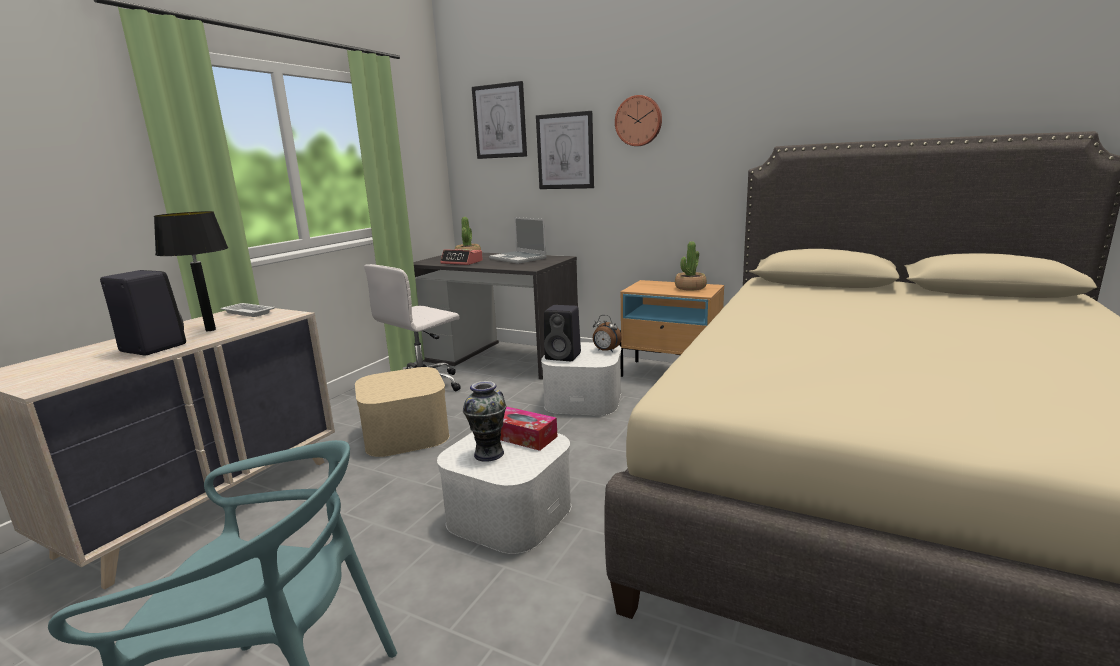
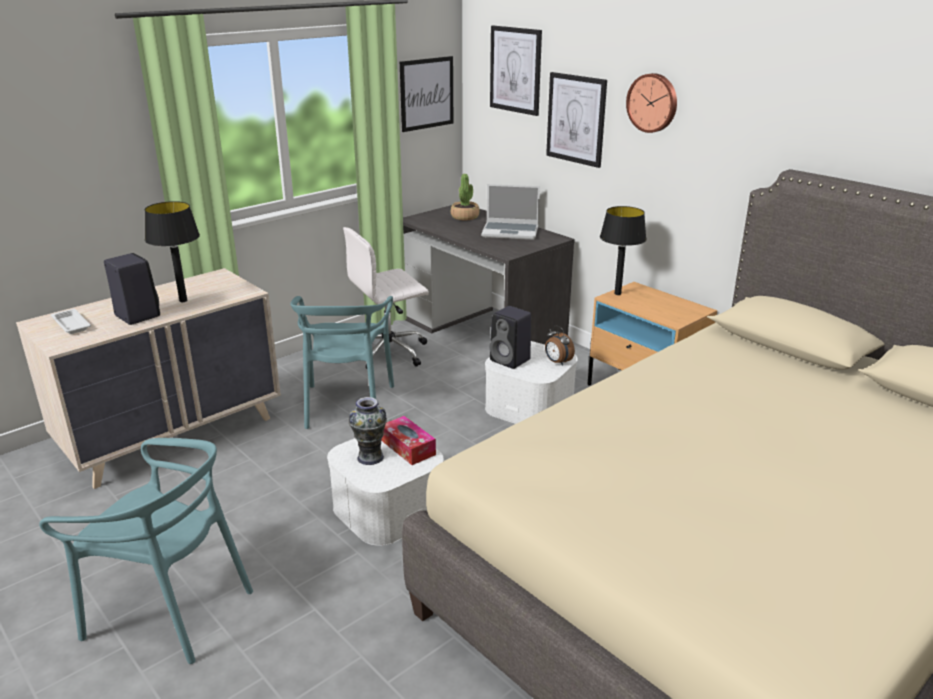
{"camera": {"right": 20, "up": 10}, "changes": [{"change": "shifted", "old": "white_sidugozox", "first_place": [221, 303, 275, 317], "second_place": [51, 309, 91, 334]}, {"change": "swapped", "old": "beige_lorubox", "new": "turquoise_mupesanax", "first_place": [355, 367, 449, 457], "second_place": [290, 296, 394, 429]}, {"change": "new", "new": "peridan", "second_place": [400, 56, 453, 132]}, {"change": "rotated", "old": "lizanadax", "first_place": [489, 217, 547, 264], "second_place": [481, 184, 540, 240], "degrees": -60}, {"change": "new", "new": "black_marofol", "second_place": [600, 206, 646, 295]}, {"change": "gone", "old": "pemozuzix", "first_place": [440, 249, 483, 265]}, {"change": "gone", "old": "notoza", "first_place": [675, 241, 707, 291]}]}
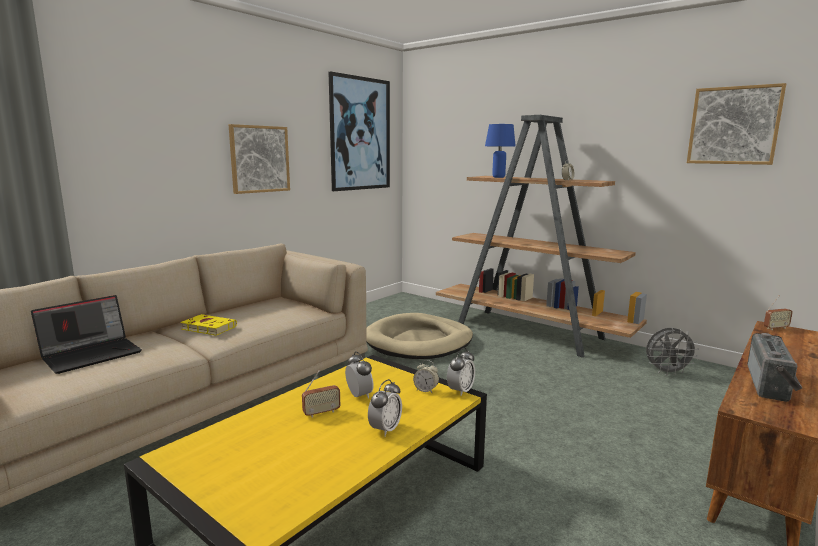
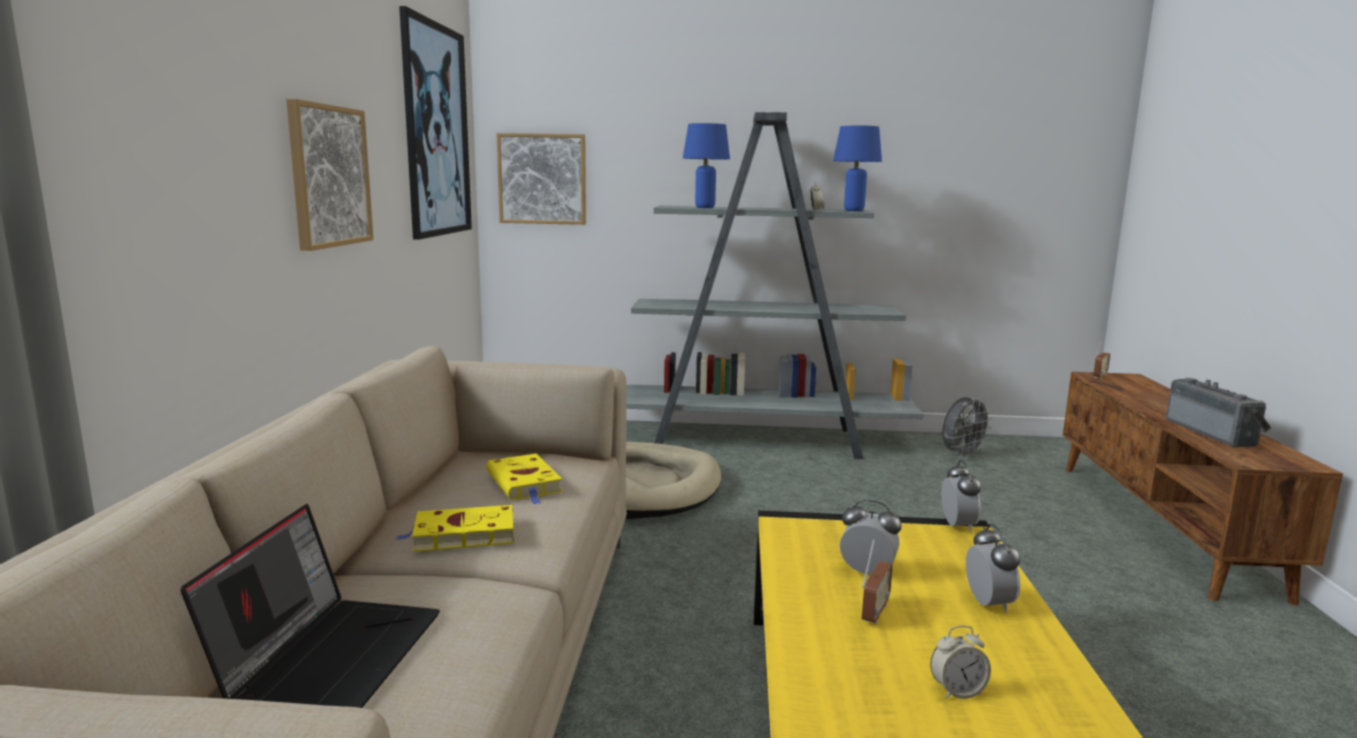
{"camera": {"right": -35, "up": 0}, "changes": [{"change": "new", "new": "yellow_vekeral", "second_place": [486, 454, 563, 504]}, {"change": "shifted", "old": "peridan", "first_place": [687, 83, 786, 165], "second_place": [496, 133, 586, 225]}, {"change": "repainted", "old": "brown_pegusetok", "new": "grey_pegusetok", "first_place": [436, 115, 647, 358], "second_place": [626, 112, 923, 459]}, {"change": "new", "new": "blue_marofol", "second_place": [833, 126, 882, 211]}, {"change": "shifted", "old": "pemozuzix", "first_place": [413, 360, 439, 393], "second_place": [930, 625, 991, 699]}]}
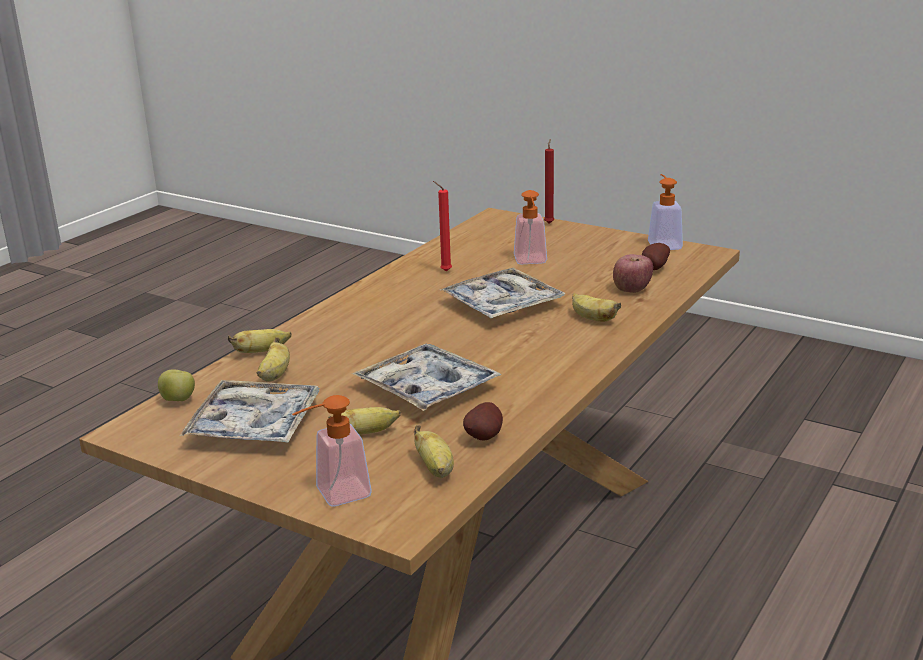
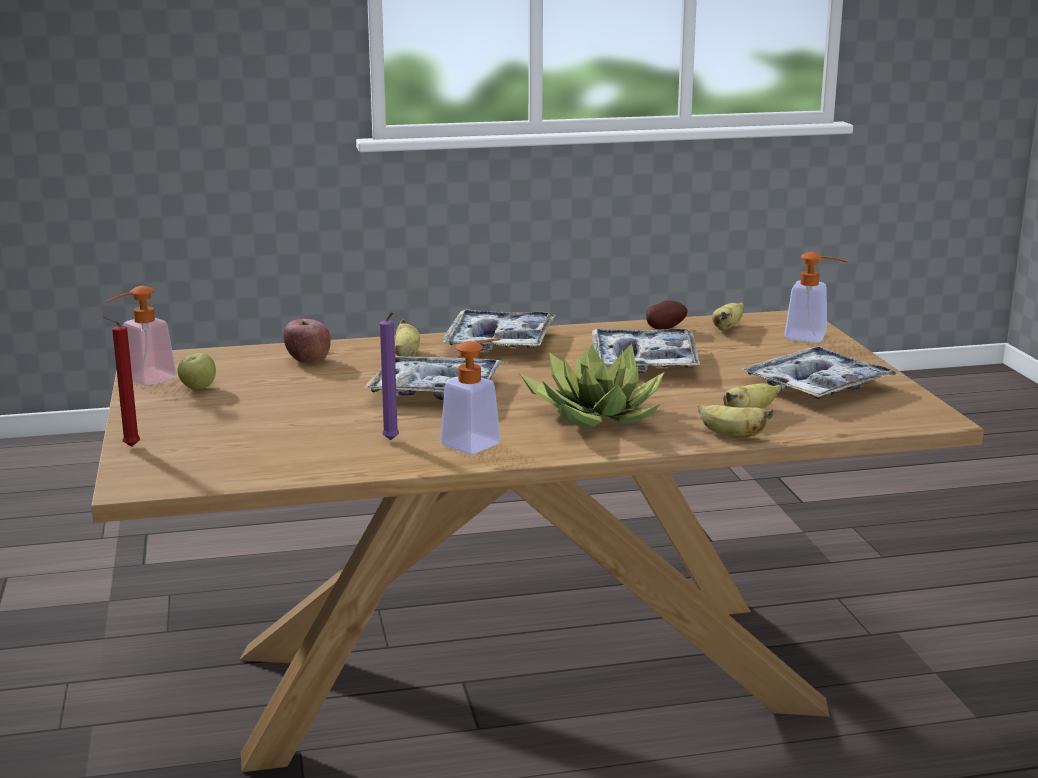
{"camera": {"right": -135, "up": -5}, "changes": [{"change": "shifted", "old": "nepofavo", "first_place": [158, 369, 195, 401], "second_place": [177, 353, 216, 390]}, {"change": "repainted", "old": "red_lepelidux", "new": "purple_lepelidux", "first_place": [433, 181, 452, 271], "second_place": [380, 312, 399, 440]}, {"change": "shifted", "old": "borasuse", "first_place": [514, 190, 547, 264], "second_place": [440, 338, 501, 454]}, {"change": "new", "new": "sidugozox", "second_place": [441, 310, 556, 351]}, {"change": "new", "new": "notoza", "second_place": [519, 343, 664, 427]}, {"change": "gone", "old": "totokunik", "first_place": [328, 407, 401, 435]}, {"change": "gone", "old": "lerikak", "first_place": [642, 243, 670, 270]}]}
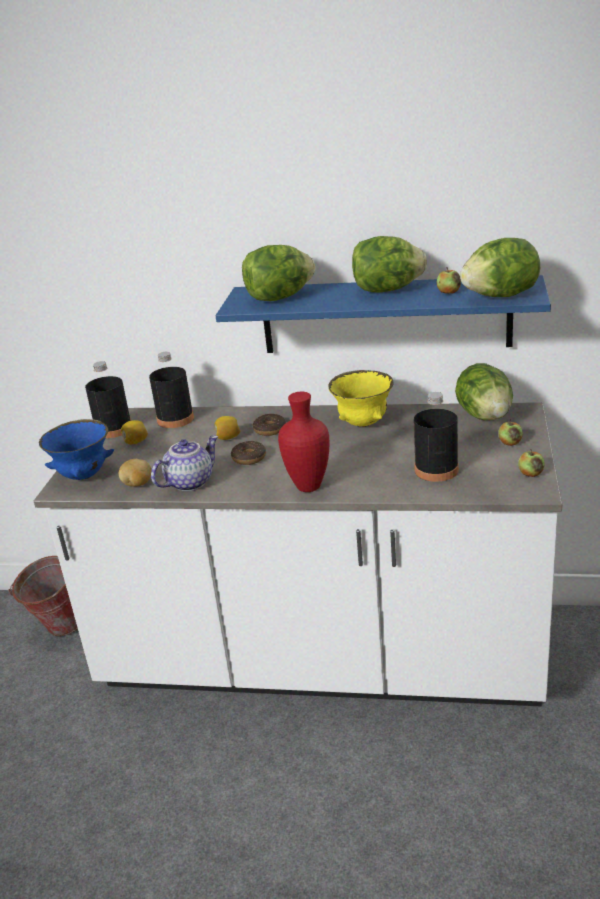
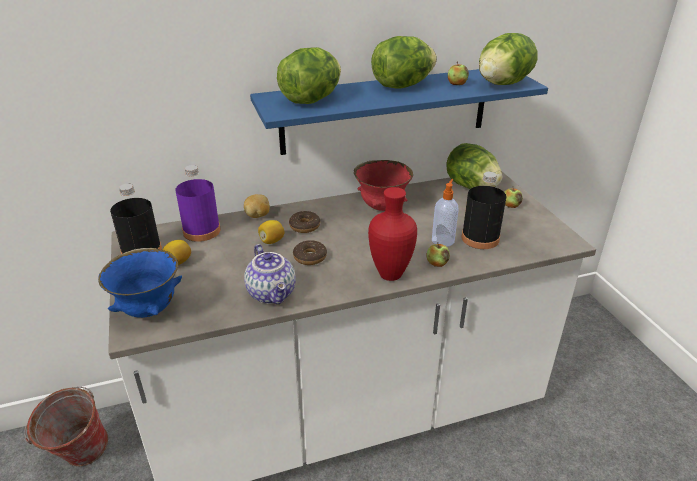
{"camera": {"right": -30, "up": 5}, "changes": [{"change": "repainted", "old": "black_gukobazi", "new": "purple_gukobazi", "first_place": [149, 352, 194, 428], "second_place": [175, 165, 220, 242]}, {"change": "shifted", "old": "lerikak", "first_place": [119, 459, 151, 487], "second_place": [244, 194, 270, 218]}, {"change": "rotated", "old": "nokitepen", "first_place": [151, 436, 218, 491], "second_place": [244, 244, 296, 304], "degrees": 135}, {"change": "repainted", "old": "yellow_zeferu", "new": "red_zeferu", "first_place": [328, 370, 393, 427], "second_place": [354, 160, 413, 211]}, {"change": "shifted", "old": "nepofavo", "first_place": [518, 449, 545, 477], "second_place": [426, 242, 450, 267]}, {"change": "new", "new": "borasuse", "second_place": [432, 179, 459, 247]}]}
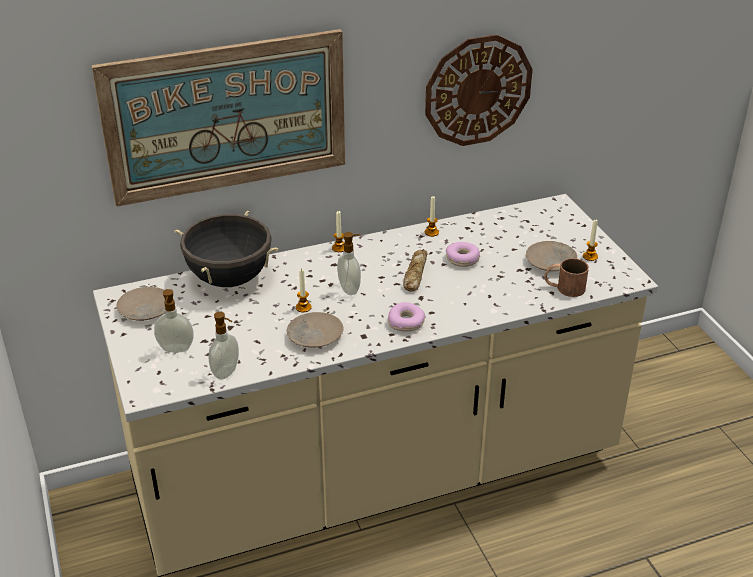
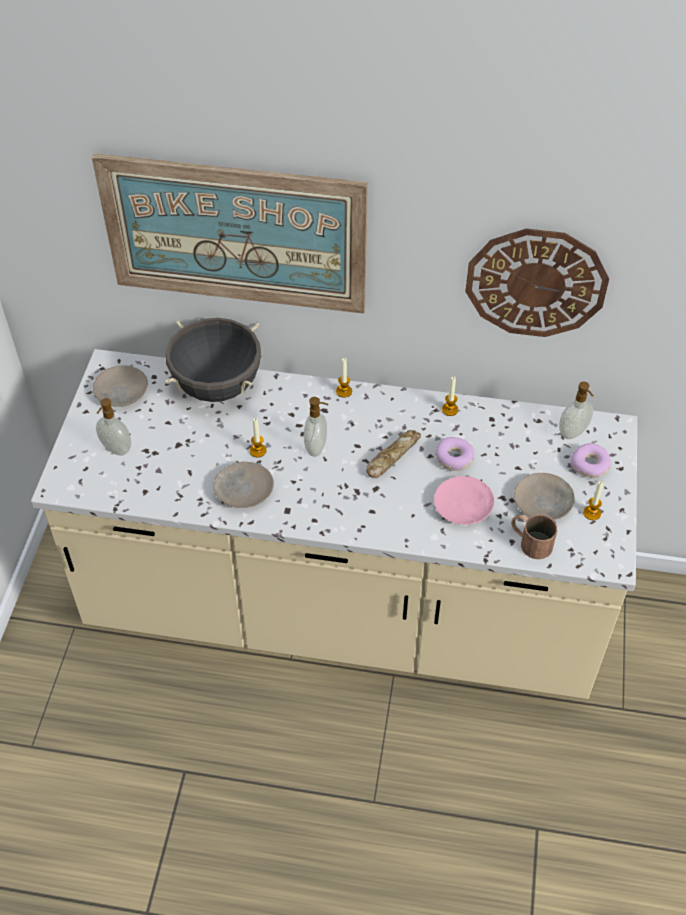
{"camera": {"right": 30, "up": 15}, "changes": [{"change": "new", "new": "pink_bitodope", "second_place": [434, 476, 494, 525]}, {"change": "shifted", "old": "borasuse", "first_place": [208, 312, 239, 379], "second_place": [559, 382, 593, 439]}, {"change": "shifted", "old": "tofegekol", "first_place": [388, 302, 425, 331], "second_place": [571, 443, 611, 478]}]}
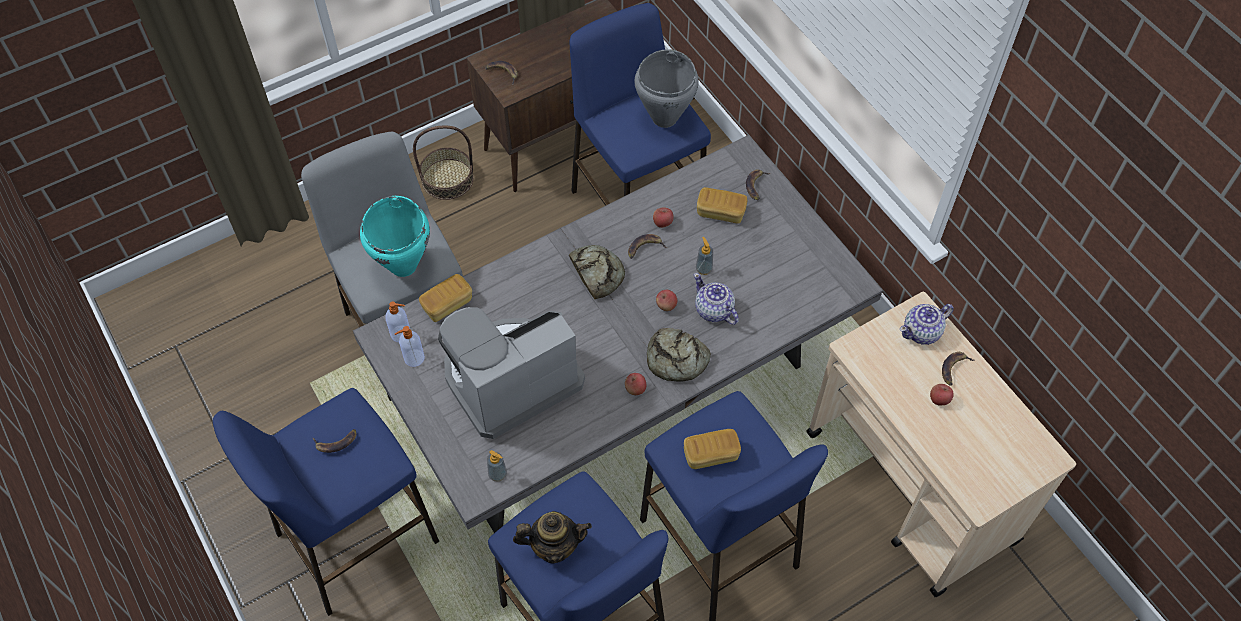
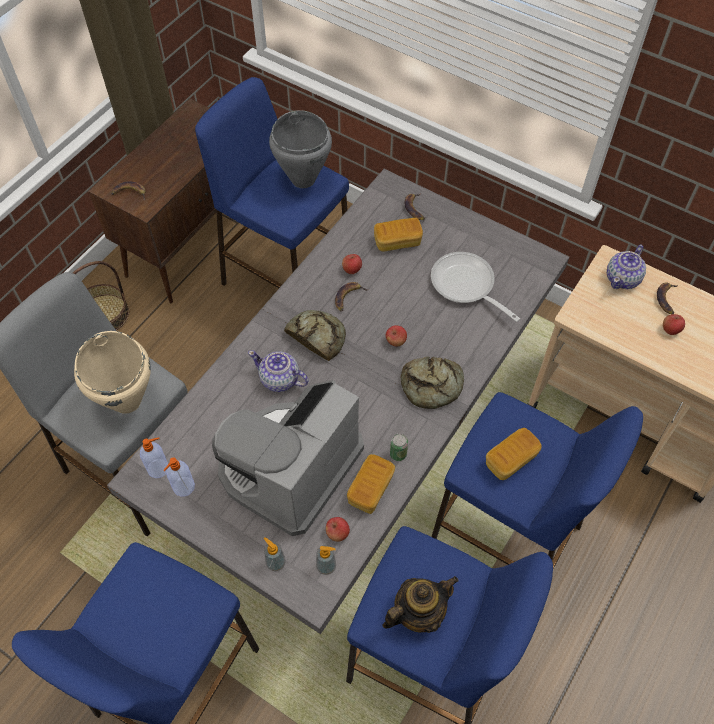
{"camera": {"right": -25, "up": 0}, "changes": [{"change": "repainted", "old": "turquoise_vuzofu", "new": "beige_vuzofu", "first_place": [360, 196, 430, 277], "second_place": [74, 331, 151, 414]}, {"change": "shifted", "old": "nokitepen", "first_place": [694, 273, 739, 325], "second_place": [248, 350, 309, 392]}, {"change": "shifted", "old": "borasuse", "first_place": [696, 237, 713, 275], "second_place": [264, 537, 286, 571]}, {"change": "shifted", "old": "nepofavo", "first_place": [625, 373, 647, 395], "second_place": [326, 517, 350, 542]}, {"change": "shifted", "old": "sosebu", "first_place": [419, 274, 472, 322], "second_place": [347, 454, 395, 514]}, {"change": "new", "new": "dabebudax", "second_place": [390, 434, 408, 461]}, {"change": "new", "new": "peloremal", "second_place": [431, 252, 520, 322]}, {"change": "gone", "old": "totokunik", "first_place": [313, 429, 357, 453]}]}
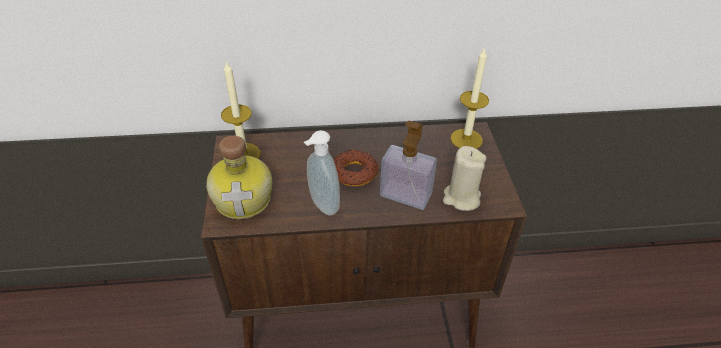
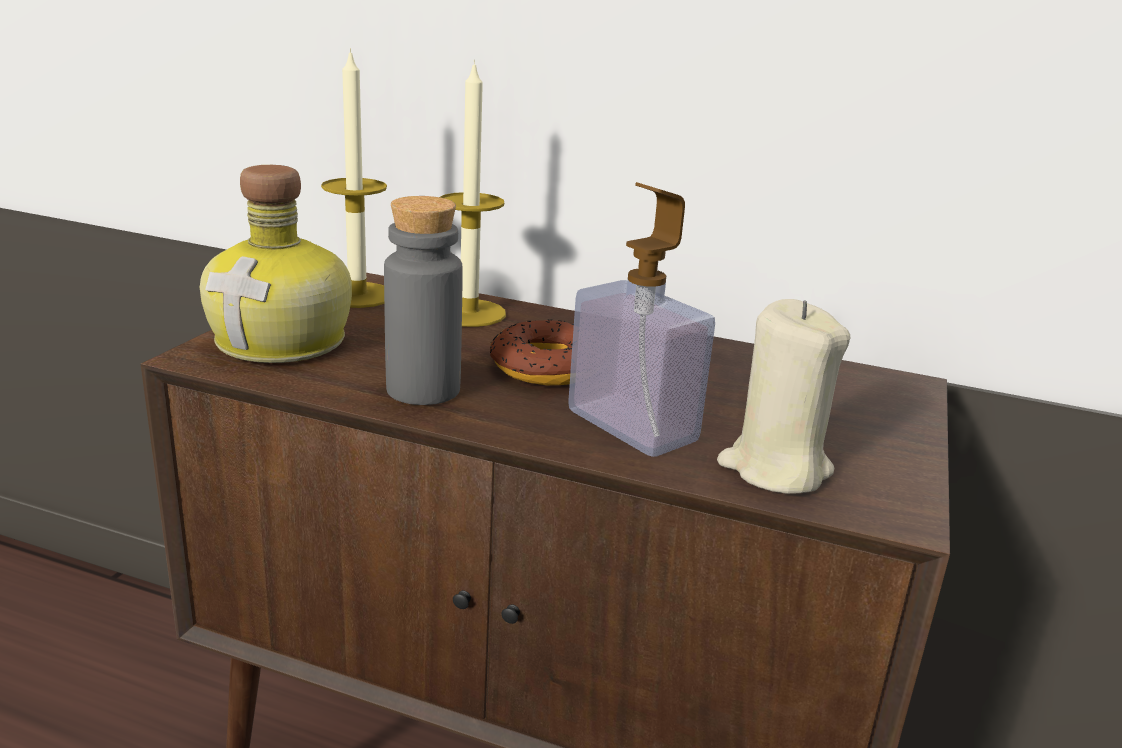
{"camera": {"right": 25, "up": -20}, "changes": [{"change": "swapped", "old": "borasuse", "new": "grey_gukobazi", "first_place": [304, 130, 340, 216], "second_place": [384, 196, 463, 405]}, {"change": "shifted", "old": "lepelidux", "first_place": [450, 47, 489, 149], "second_place": [440, 60, 506, 327]}]}
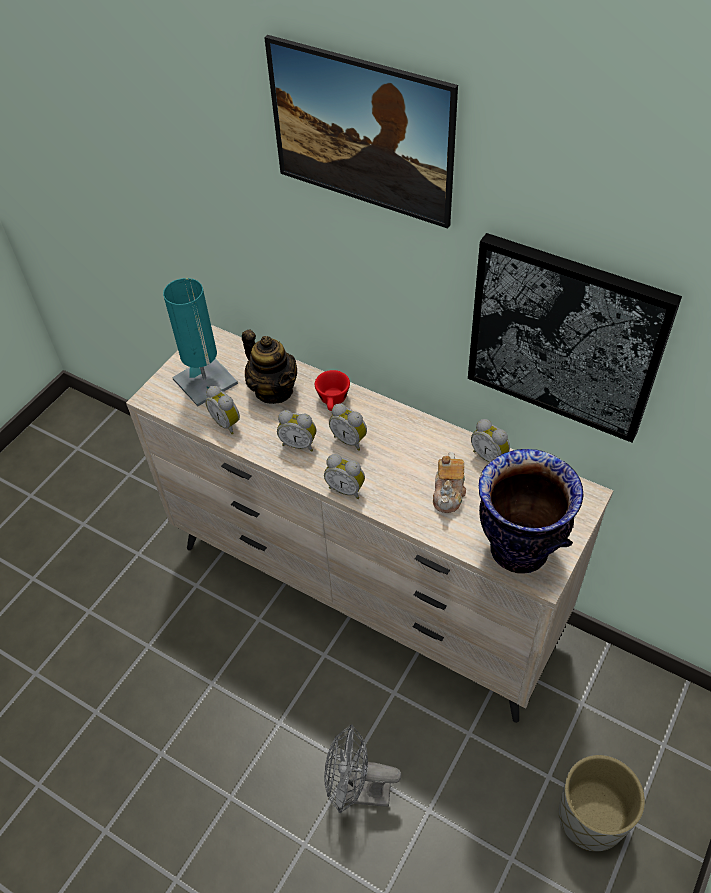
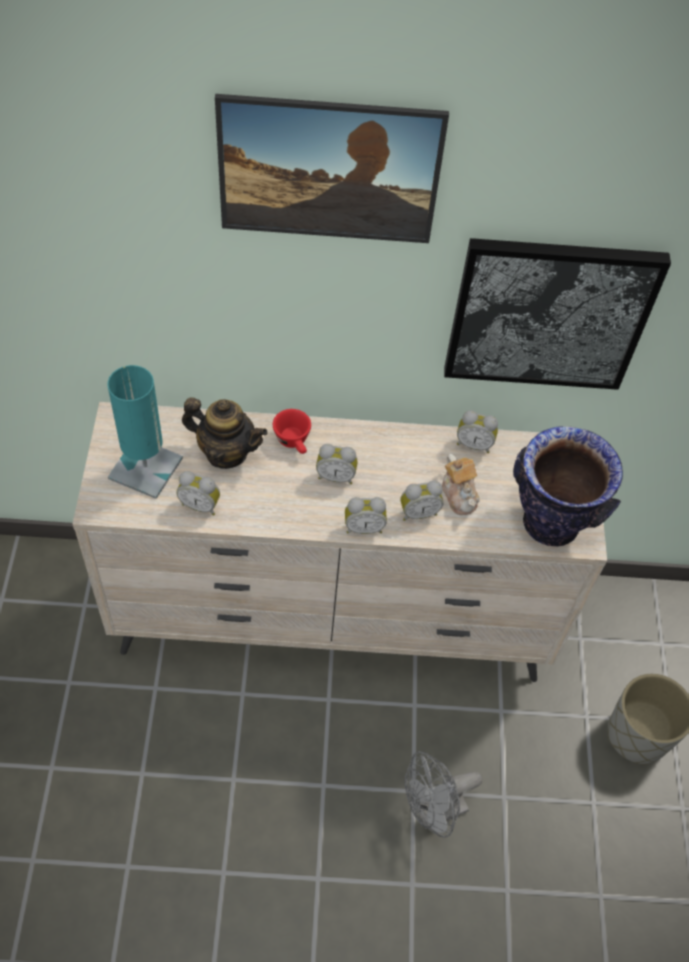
{"camera": {"right": -35, "up": 5}, "changes": [{"change": "shifted", "old": "pemozuzix", "first_place": [277, 410, 316, 452], "second_place": [401, 481, 443, 521]}]}
